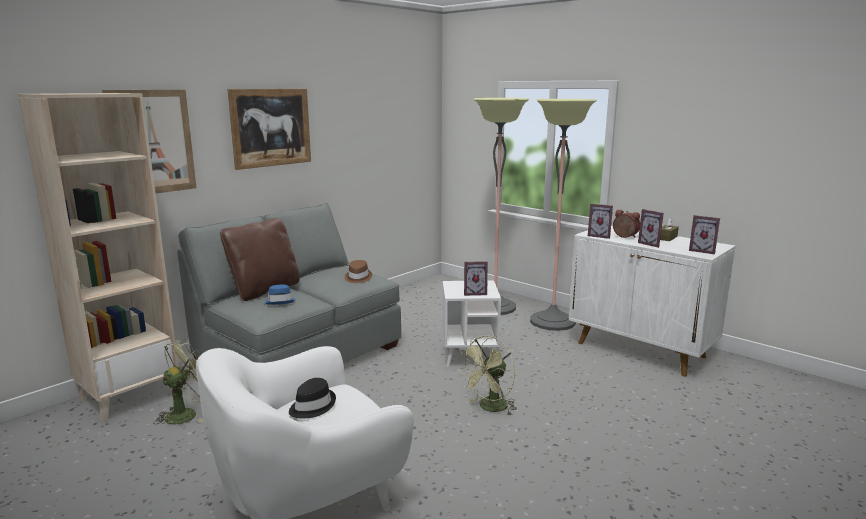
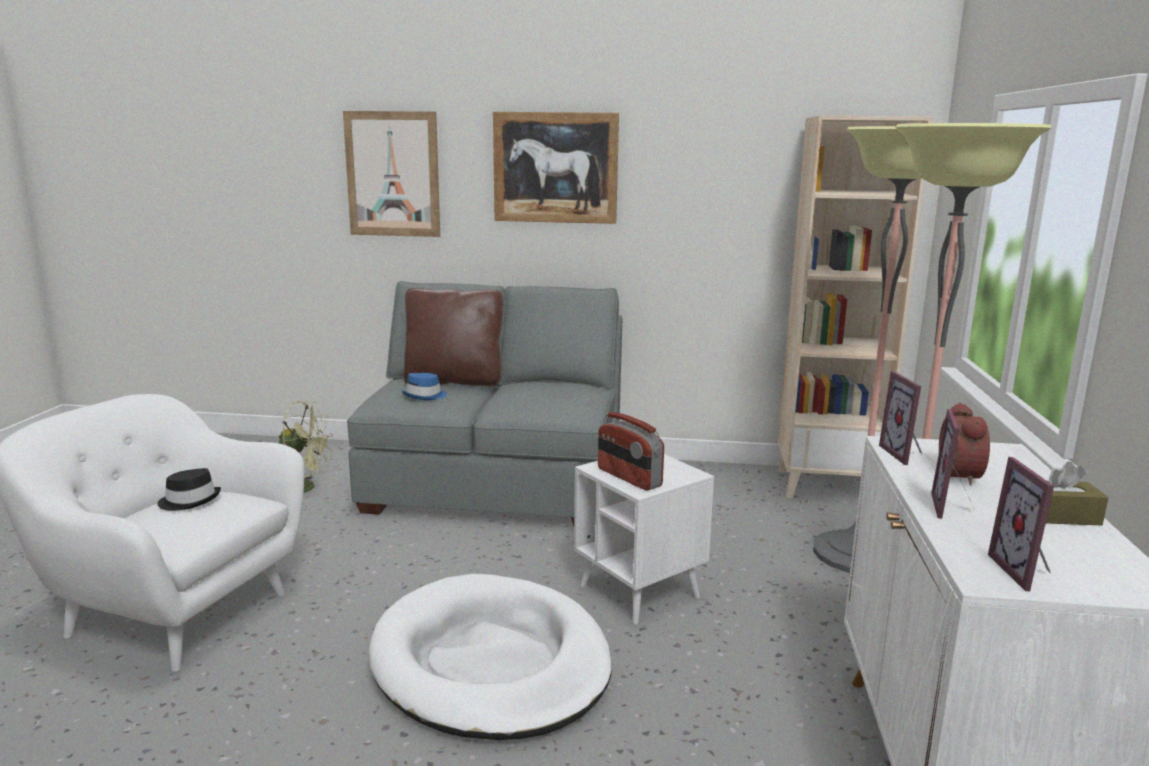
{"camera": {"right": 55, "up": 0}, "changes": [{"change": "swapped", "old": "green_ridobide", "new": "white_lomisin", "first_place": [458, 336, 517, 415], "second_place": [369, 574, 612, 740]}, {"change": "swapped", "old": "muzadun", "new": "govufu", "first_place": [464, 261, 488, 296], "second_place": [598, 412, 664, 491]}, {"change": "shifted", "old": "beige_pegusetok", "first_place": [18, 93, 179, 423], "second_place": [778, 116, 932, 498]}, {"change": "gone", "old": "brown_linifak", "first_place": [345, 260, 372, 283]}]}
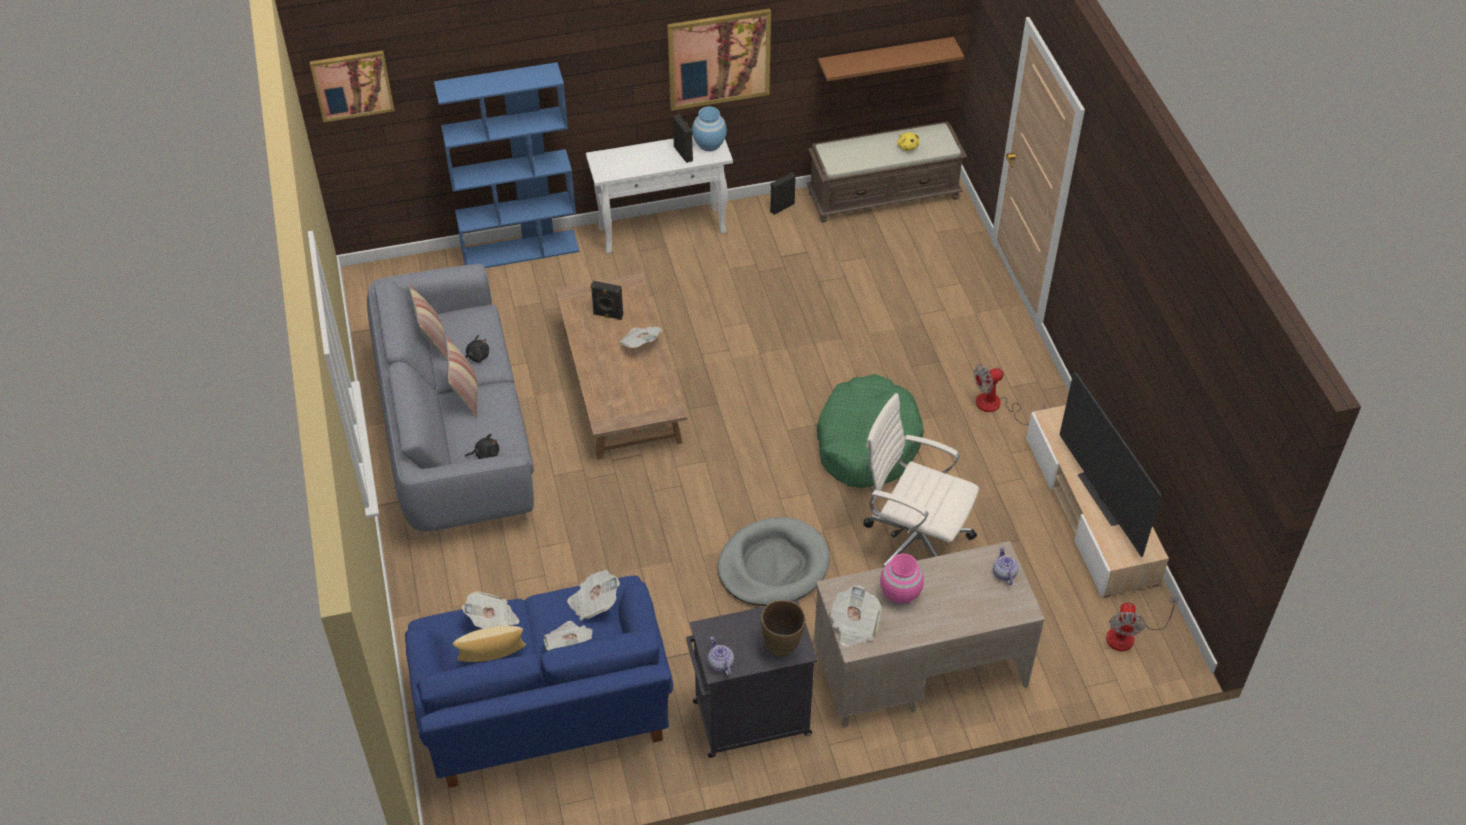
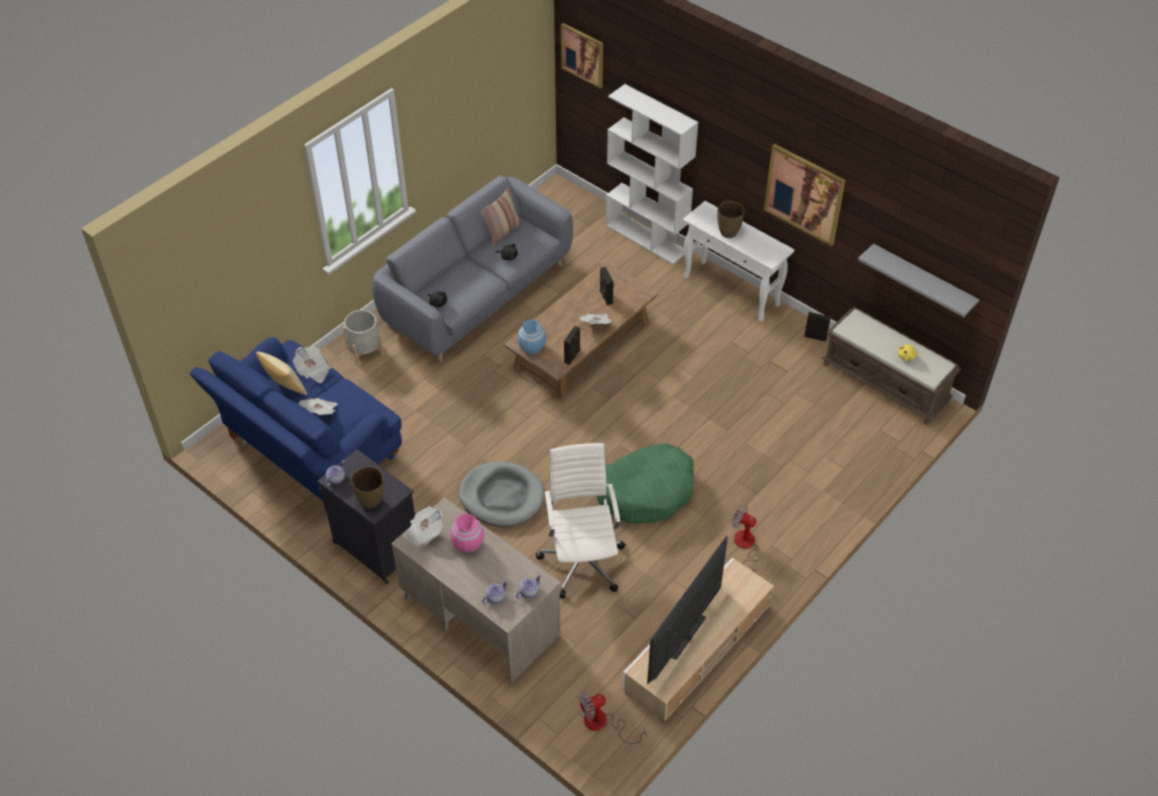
{"camera": {"right": 55, "up": 0}, "changes": [{"change": "new", "new": "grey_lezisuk", "second_place": [343, 310, 384, 366]}, {"change": "new", "new": "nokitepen", "second_place": [482, 580, 508, 604]}, {"change": "shifted", "old": "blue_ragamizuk", "first_place": [692, 106, 727, 151], "second_place": [518, 319, 546, 355]}, {"change": "shifted", "old": "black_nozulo", "first_place": [673, 114, 693, 163], "second_place": [564, 326, 580, 365]}, {"change": "repainted", "old": "blue_pegusetok", "new": "white_pegusetok", "first_place": [434, 62, 579, 268], "second_place": [606, 84, 698, 264]}, {"change": "new", "new": "brown_ragamizuk", "second_place": [718, 201, 745, 238]}, {"change": "repainted", "old": "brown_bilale", "new": "grey_bilale", "first_place": [818, 37, 964, 82], "second_place": [858, 244, 979, 317]}, {"change": "gone", "old": "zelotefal", "first_place": [446, 336, 478, 419]}, {"change": "gone", "old": "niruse", "first_place": [567, 570, 620, 620]}]}
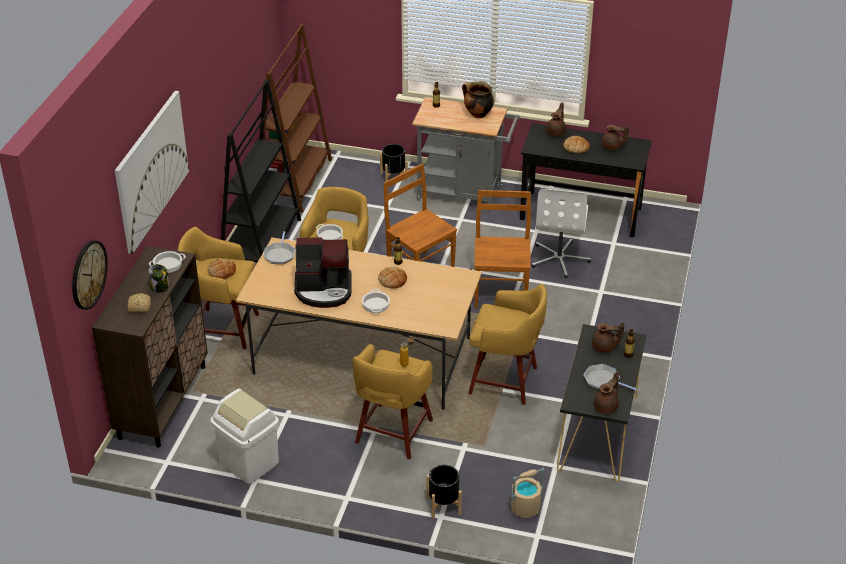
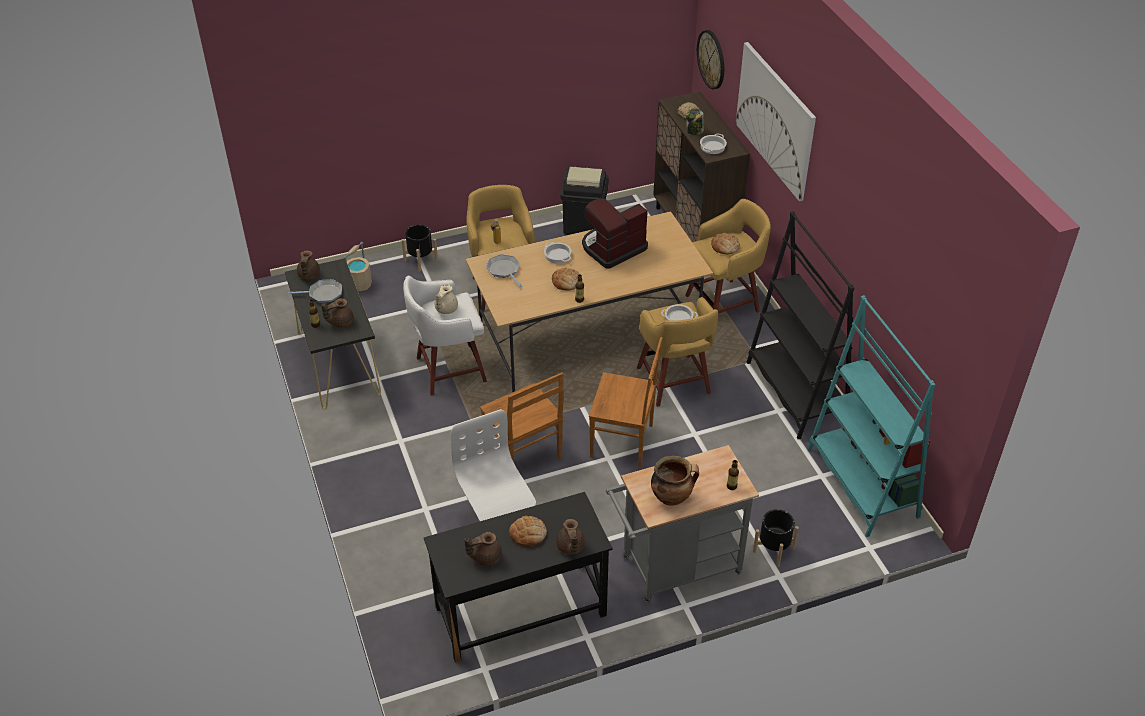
{"camera": {"right": 145, "up": 5}, "changes": [{"change": "repainted", "old": "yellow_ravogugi", "new": "white_ravogugi", "first_place": [468, 284, 547, 405], "second_place": [403, 276, 487, 396]}, {"change": "new", "new": "beige_nokitepen", "second_place": [435, 284, 458, 314]}, {"change": "shifted", "old": "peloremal", "first_place": [263, 231, 295, 264], "second_place": [486, 254, 522, 287]}, {"change": "repainted", "old": "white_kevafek", "new": "black_kevafek", "first_place": [211, 389, 279, 484], "second_place": [560, 166, 609, 235]}, {"change": "repainted", "old": "brown_pegusetok", "new": "turquoise_pegusetok", "first_place": [263, 24, 332, 212], "second_place": [807, 295, 935, 537]}]}
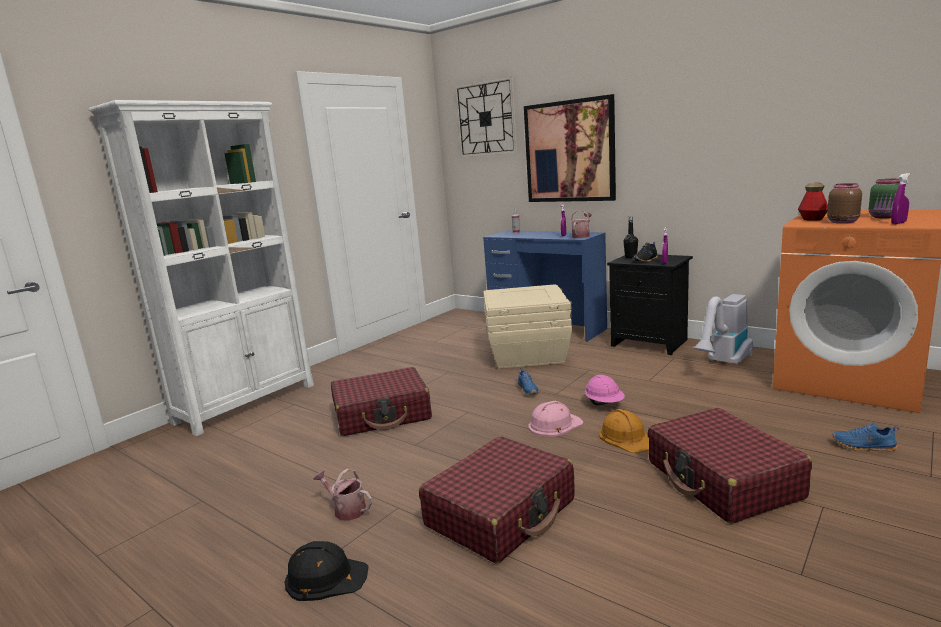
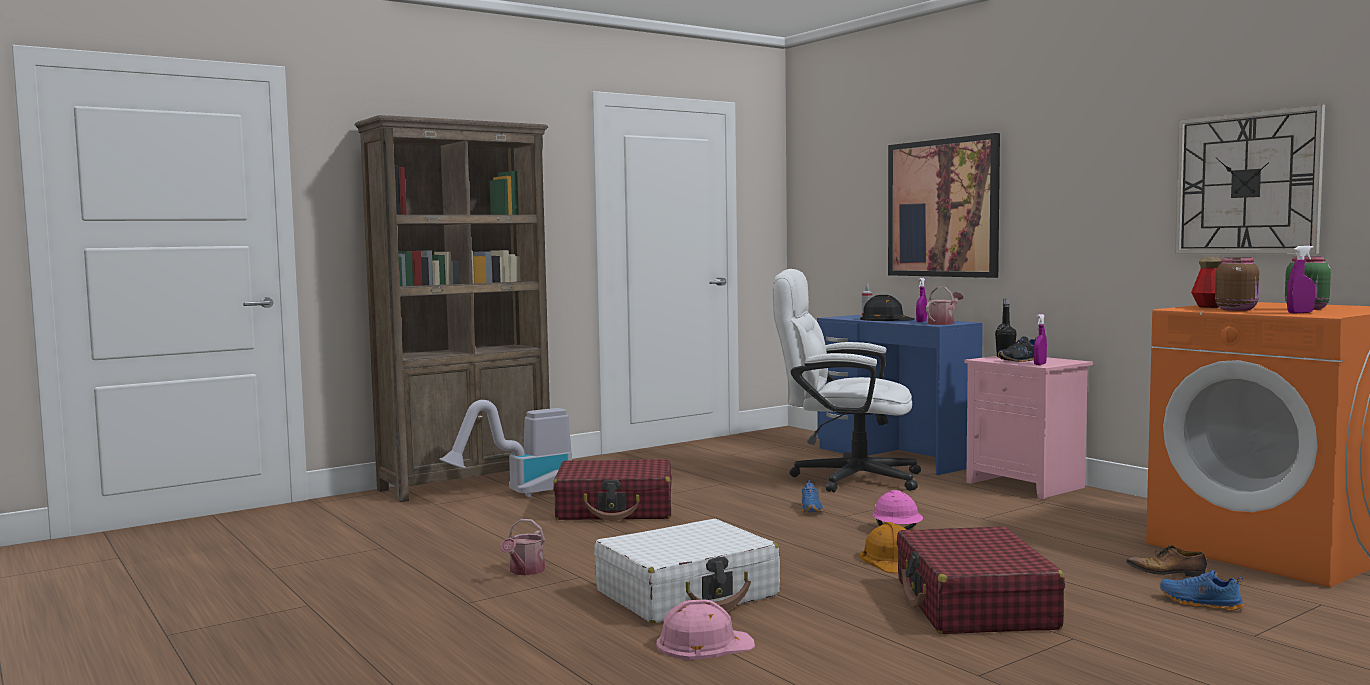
{"camera": {"right": 15, "up": -10}, "changes": [{"change": "repainted", "old": "white_pegusetok", "new": "brown_pegusetok", "first_place": [89, 100, 314, 436], "second_place": [355, 115, 550, 502]}, {"change": "shifted", "old": "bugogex", "first_place": [693, 294, 753, 365], "second_place": [439, 400, 572, 497]}, {"change": "rotated", "old": "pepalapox", "first_place": [313, 468, 372, 521], "second_place": [500, 519, 545, 575], "degrees": -120}, {"change": "repainted", "old": "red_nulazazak", "new": "white_nulazazak", "first_place": [419, 436, 575, 563], "second_place": [594, 519, 780, 623]}, {"change": "shifted", "old": "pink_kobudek", "first_place": [528, 401, 584, 437], "second_place": [656, 599, 755, 660]}, {"change": "swapped", "old": "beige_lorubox", "new": "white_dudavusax", "first_place": [483, 284, 572, 369], "second_place": [772, 269, 921, 492]}, {"change": "shifted", "old": "black_kobudek", "first_place": [285, 541, 369, 601], "second_place": [860, 295, 915, 321]}, {"change": "repainted", "old": "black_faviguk", "new": "pink_faviguk", "first_place": [607, 255, 693, 355], "second_place": [964, 356, 1093, 500]}, {"change": "new", "new": "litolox", "second_place": [1126, 545, 1207, 577]}, {"change": "shifted", "old": "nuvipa", "first_place": [454, 76, 518, 158], "second_place": [1175, 105, 1325, 254]}]}
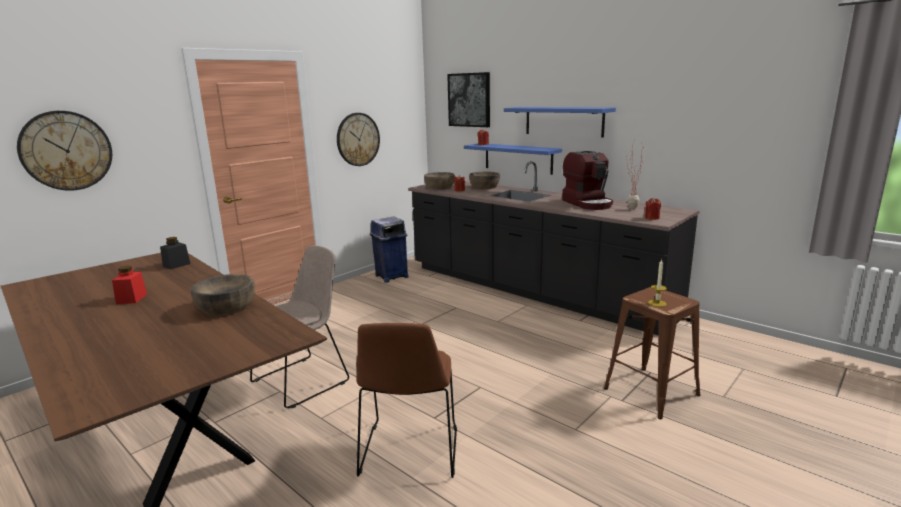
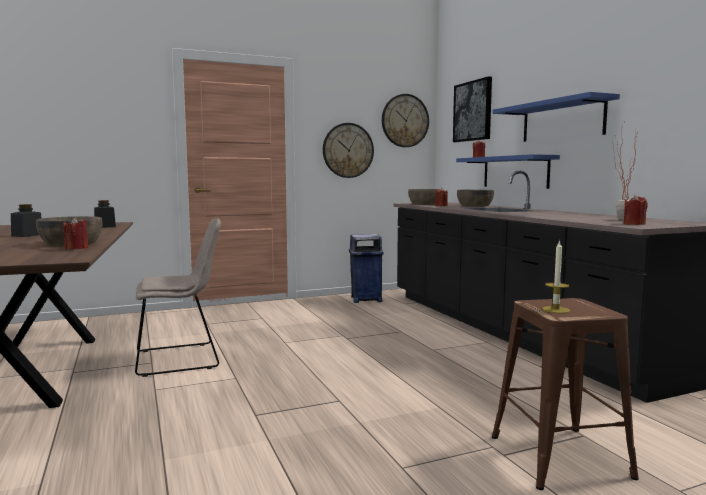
{"camera": {"right": 25, "up": -10}, "changes": [{"change": "repainted", "old": "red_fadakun", "new": "black_fadakun", "first_place": [112, 266, 147, 304], "second_place": [11, 204, 42, 237]}, {"change": "new", "new": "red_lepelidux", "second_place": [63, 217, 88, 249]}, {"change": "shifted", "old": "nuvipa", "first_place": [17, 111, 112, 191], "second_place": [382, 94, 429, 147]}, {"change": "gone", "old": "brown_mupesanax", "first_place": [356, 323, 457, 478]}, {"change": "gone", "old": "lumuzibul", "first_place": [562, 151, 613, 210]}]}
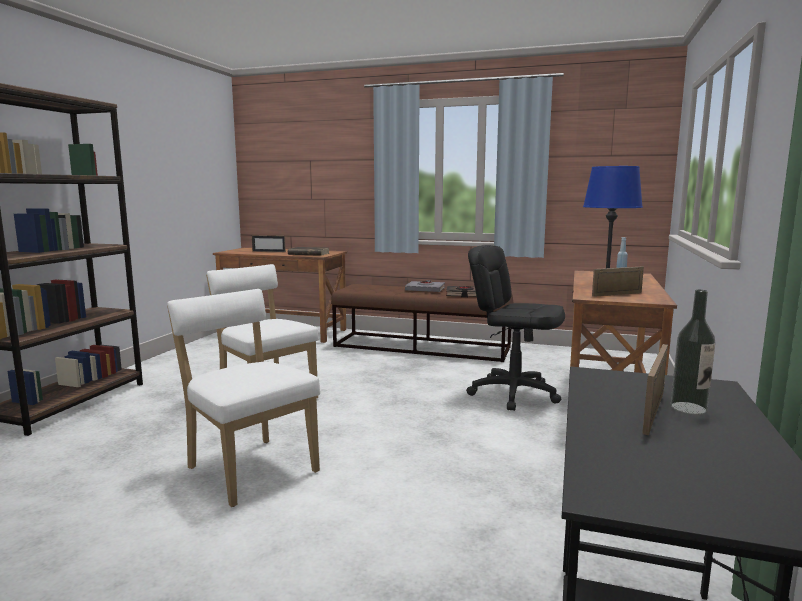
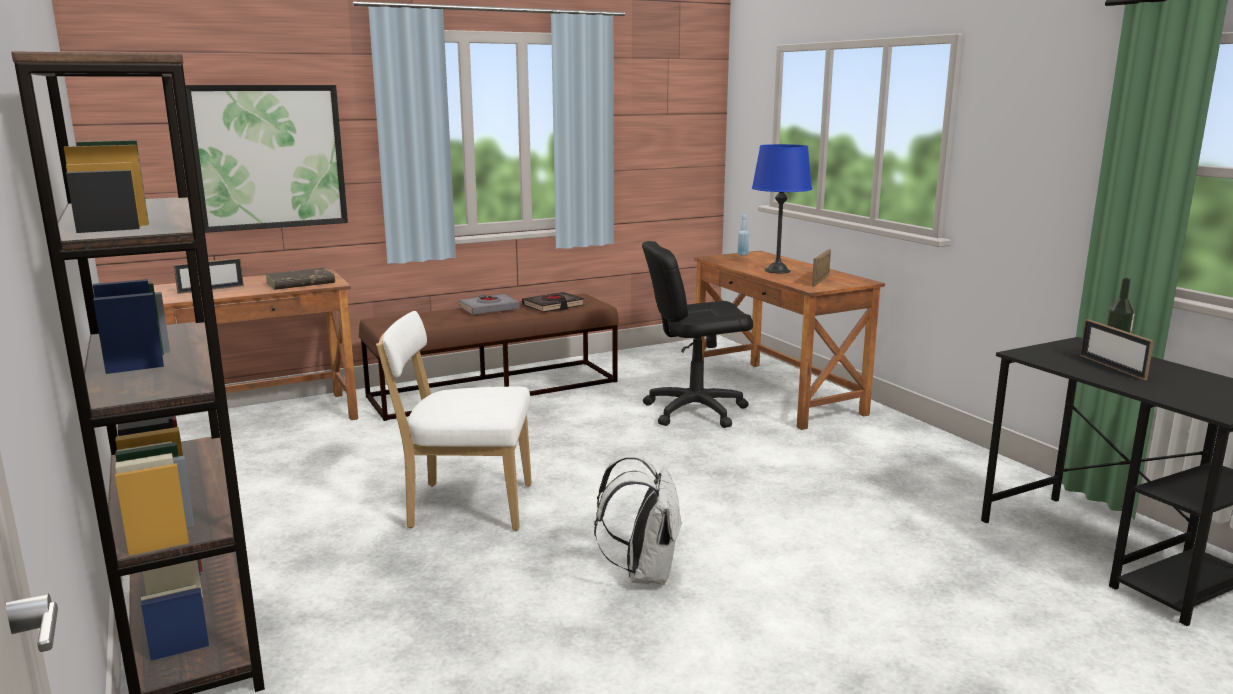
{"camera": {"right": -45, "up": 5}, "changes": [{"change": "new", "new": "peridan", "second_place": [185, 85, 348, 233]}, {"change": "swapped", "old": "white_mupesanax", "new": "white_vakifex", "first_place": [167, 289, 320, 507], "second_place": [594, 455, 682, 585]}]}
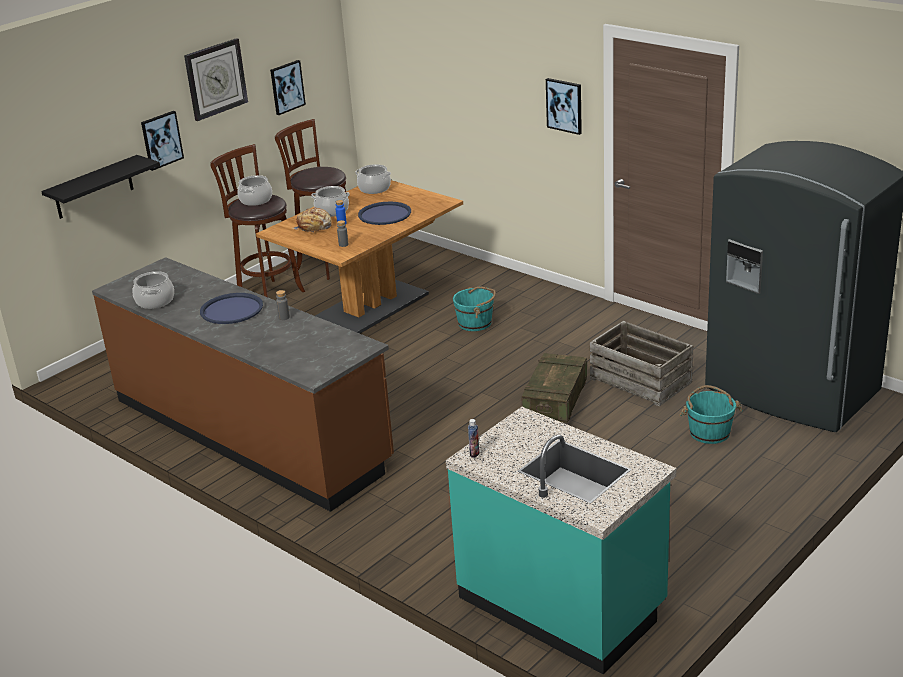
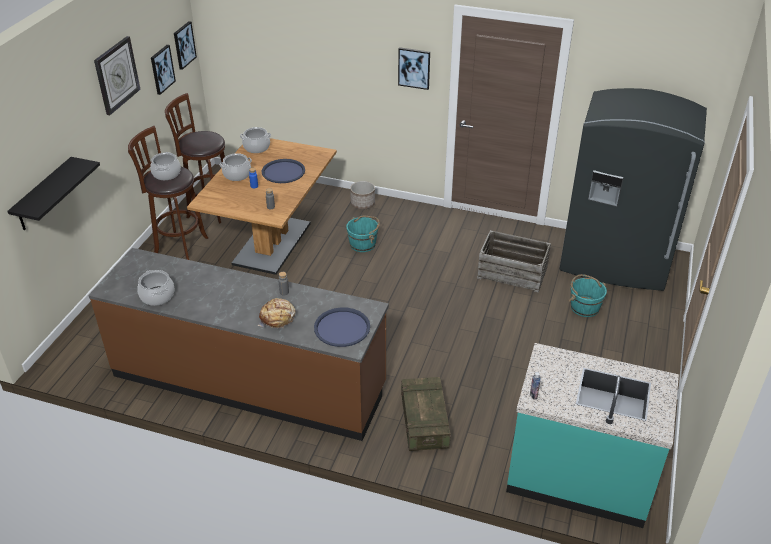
{"camera": {"right": -25, "up": 10}, "changes": [{"change": "shifted", "old": "peridan", "first_place": [141, 111, 184, 171], "second_place": [174, 21, 197, 70]}, {"change": "shifted", "old": "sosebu", "first_place": [293, 207, 332, 232], "second_place": [257, 298, 296, 328]}, {"change": "shifted", "old": "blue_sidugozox", "first_place": [200, 293, 263, 324], "second_place": [314, 308, 370, 347]}, {"change": "new", "new": "lezisuk", "second_place": [350, 181, 375, 209]}, {"change": "shifted", "old": "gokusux", "first_place": [521, 353, 587, 423], "second_place": [401, 377, 451, 451]}]}
